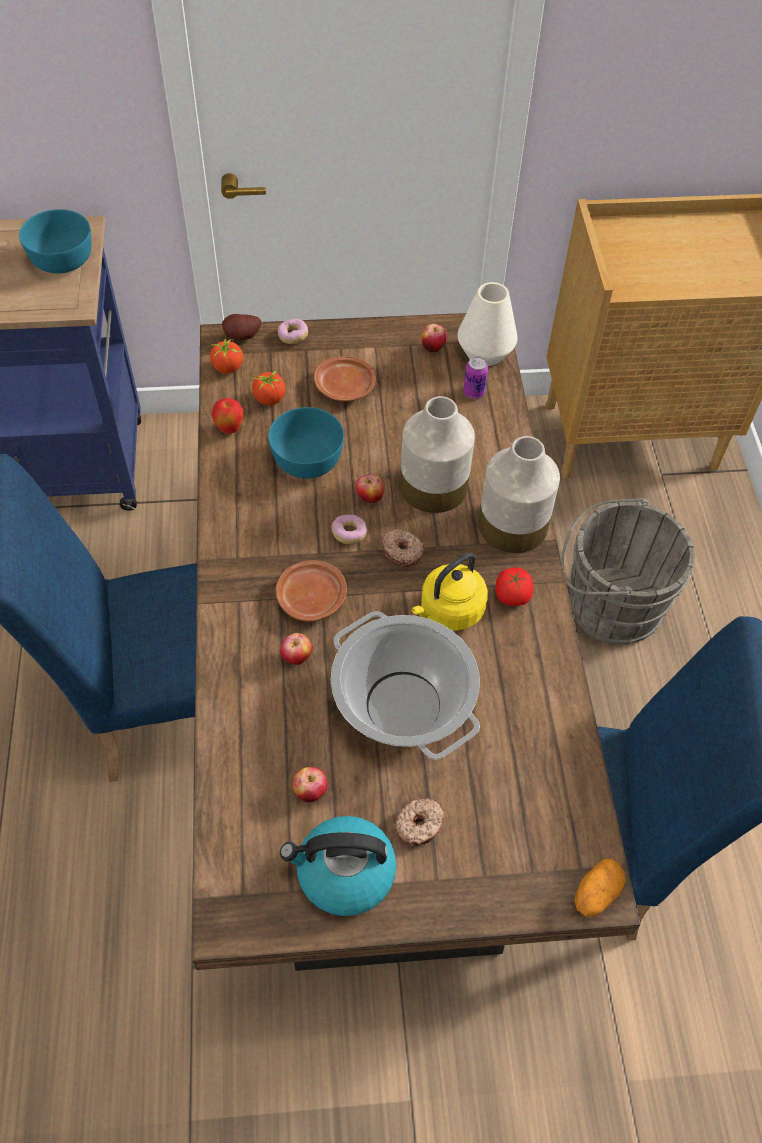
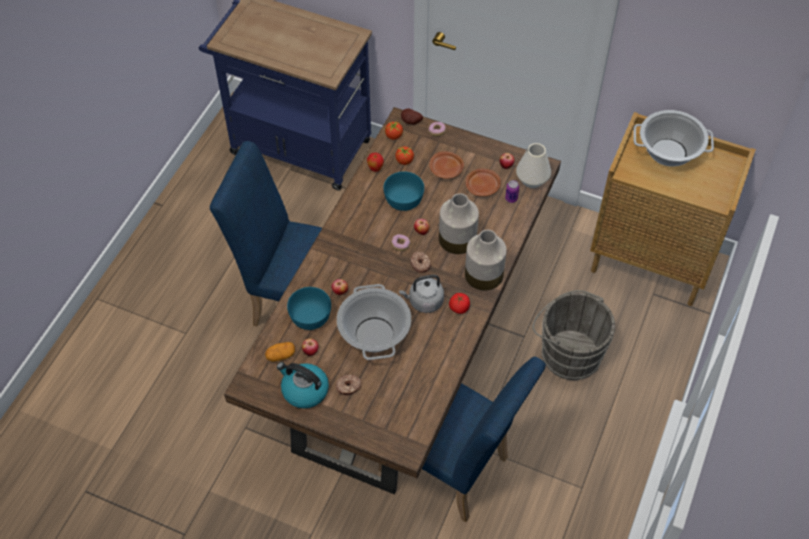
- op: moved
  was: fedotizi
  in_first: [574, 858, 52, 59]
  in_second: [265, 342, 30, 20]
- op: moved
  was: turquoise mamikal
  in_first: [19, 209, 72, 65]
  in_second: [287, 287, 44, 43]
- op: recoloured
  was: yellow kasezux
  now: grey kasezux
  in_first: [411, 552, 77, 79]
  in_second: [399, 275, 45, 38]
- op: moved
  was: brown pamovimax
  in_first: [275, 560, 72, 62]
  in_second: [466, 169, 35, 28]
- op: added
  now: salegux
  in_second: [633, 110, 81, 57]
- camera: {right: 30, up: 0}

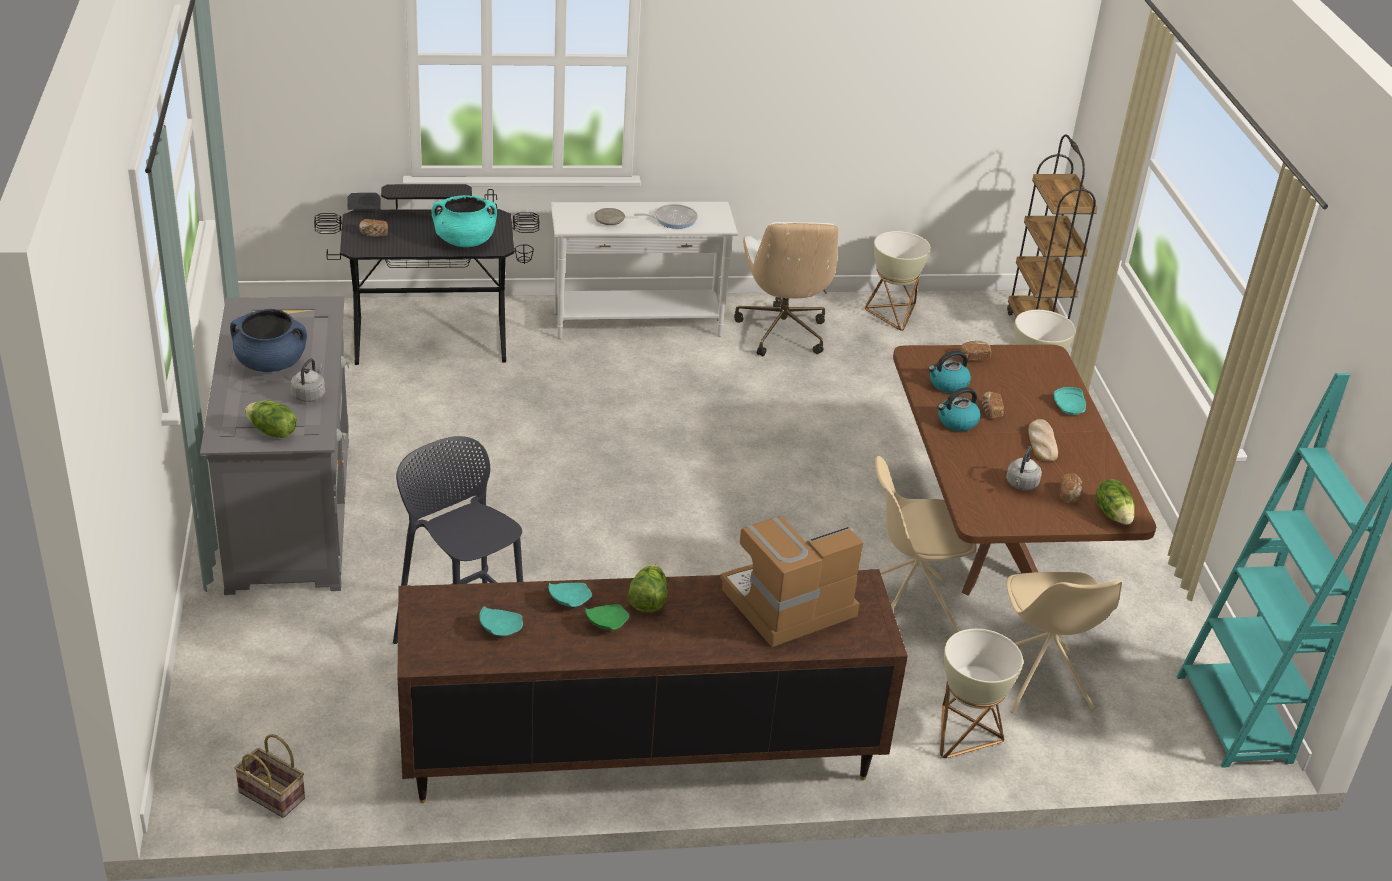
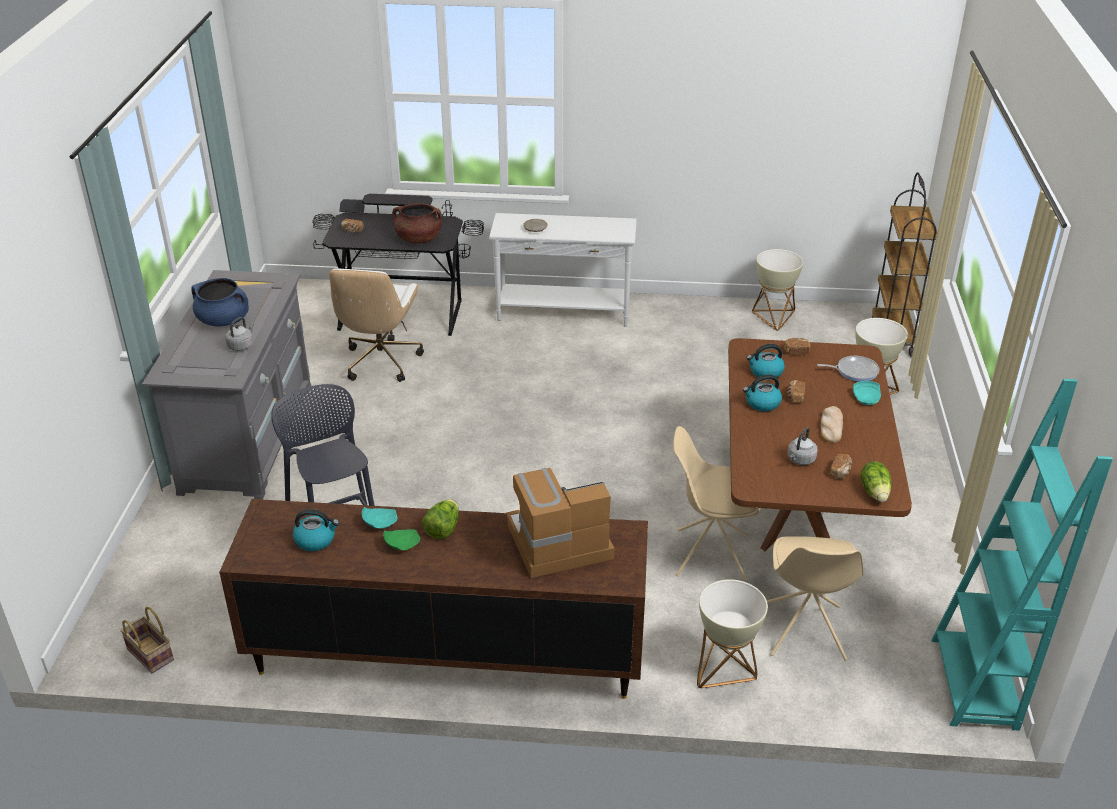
- op: replaced
  was: turquoise pamovimax
  now: kasezux
  in_first: [479, 606, 44, 30]
  in_second: [293, 509, 46, 42]
- op: moved
  was: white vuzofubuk
  in_first: [734, 222, 104, 134]
  in_second: [329, 268, 95, 114]
- op: recoloured
  was: turquoise salegux
  now: brown salegux
  in_first: [432, 195, 65, 52]
  in_second: [392, 203, 50, 40]
- op: moved
  was: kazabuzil
  in_first: [634, 204, 64, 25]
  in_second: [817, 356, 63, 26]
- op: removed
  was: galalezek
  in_first: [245, 400, 52, 38]
- camera: {right: 15, up: 0}

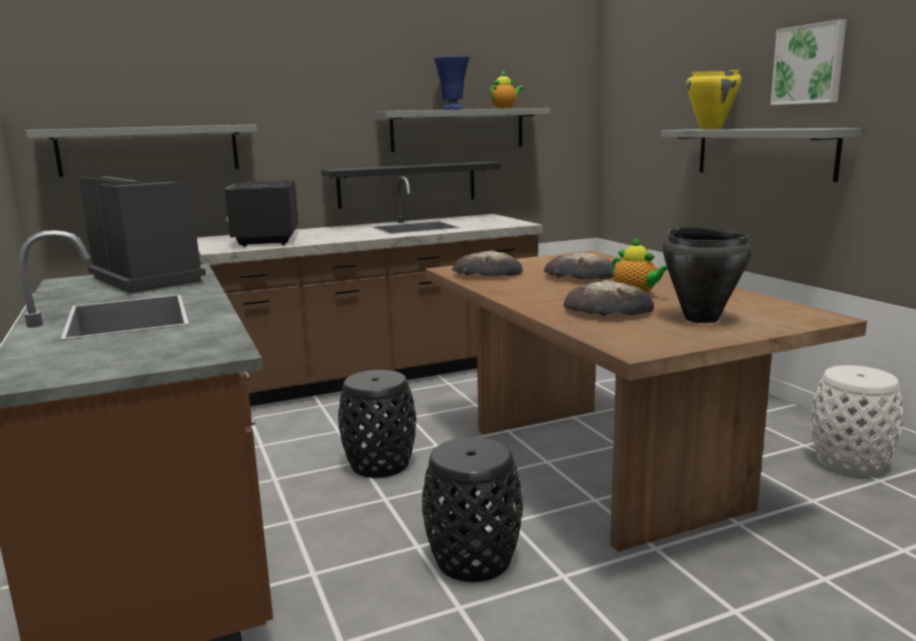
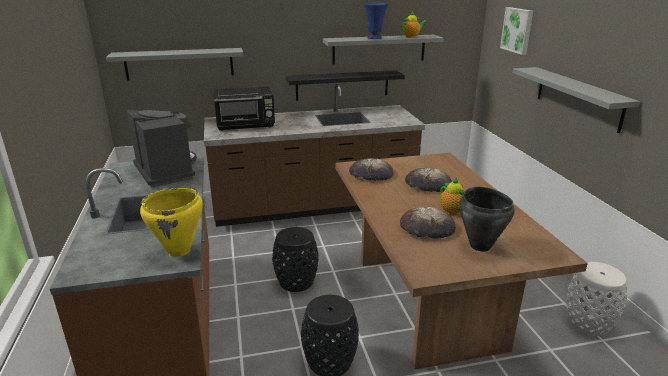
- op: moved
  was: yellow salegux
  in_first: [686, 70, 55, 59]
  in_second: [140, 188, 63, 69]
- op: turned
  was: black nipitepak
  in_first: [225, 180, 74, 67]
  in_second: [214, 87, 61, 44]
  clockwise: -105
- op: moved
  was: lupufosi
  in_first: [770, 19, 76, 86]
  in_second: [500, 7, 33, 48]
- camera: {right: 10, up: 10}

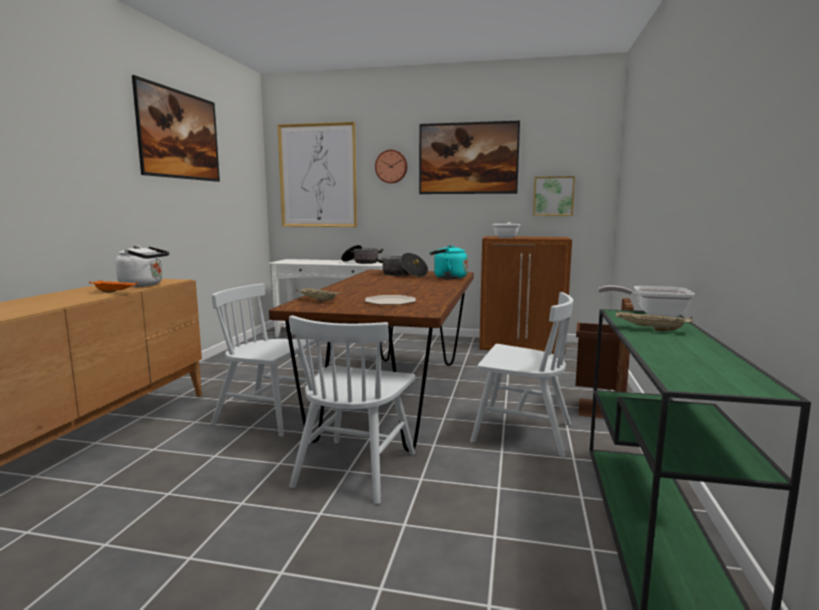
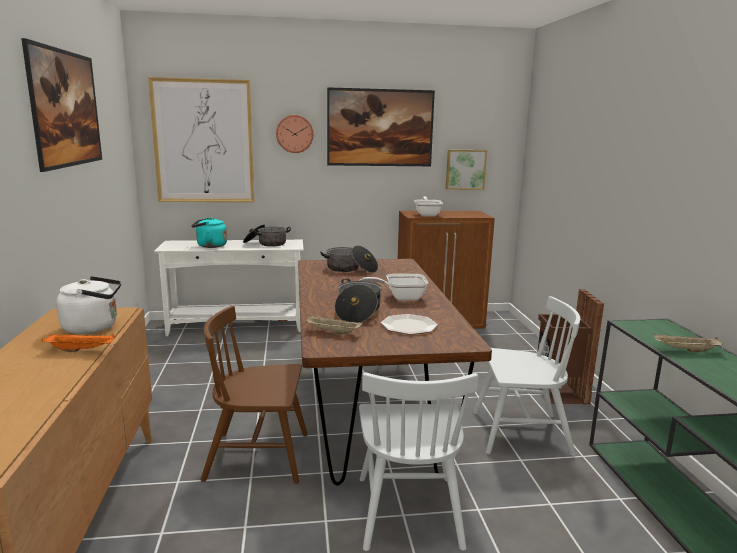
- op: moved
  was: turquoise kasezux
  in_first: [430, 245, 38, 34]
  in_second: [191, 217, 36, 31]
- op: recoloured
  was: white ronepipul
  now: brown ronepipul
  in_first: [211, 283, 110, 153]
  in_second: [201, 306, 107, 178]
- op: added
  now: salegux
  in_second: [335, 278, 47, 45]
- op: moved
  was: kazabuzil
  in_first: [598, 286, 97, 31]
  in_second: [359, 274, 69, 26]
- camera: {right: -20, up: 5}

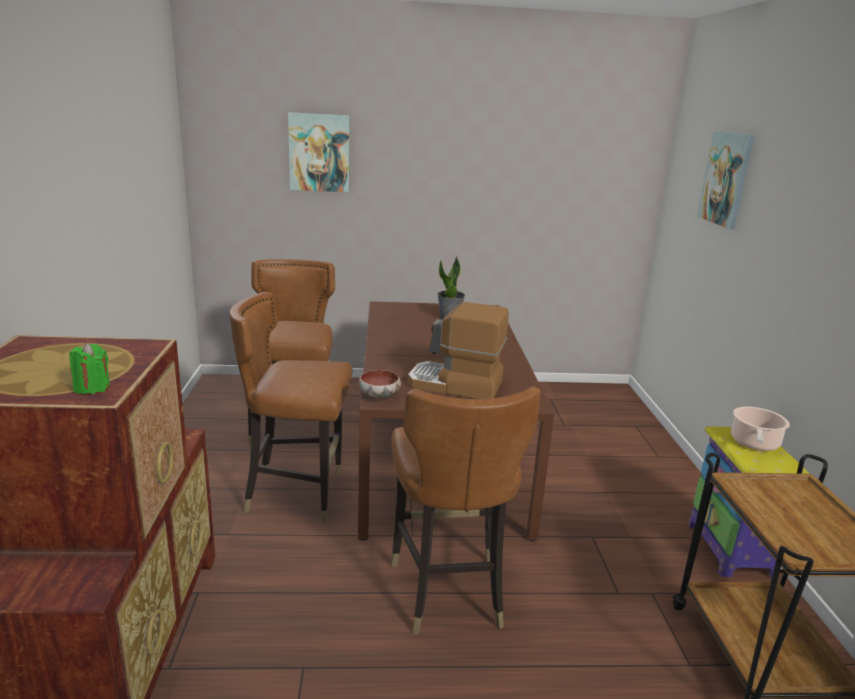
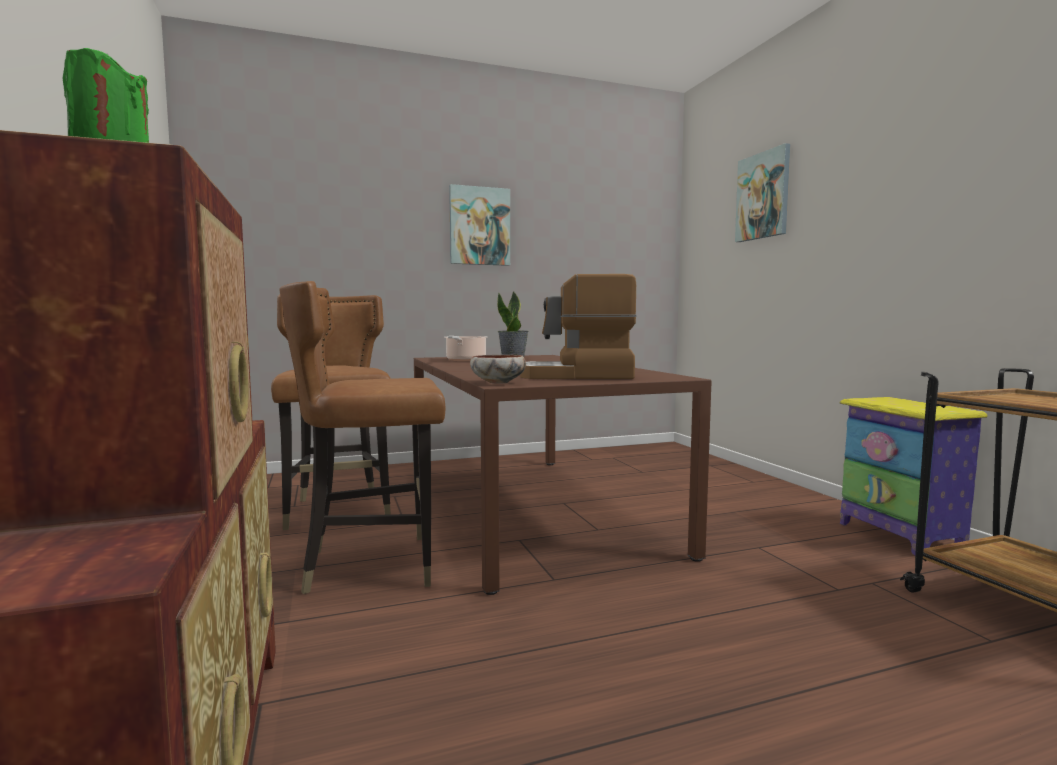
- op: moved
  was: salegux
  in_first: [731, 407, 59, 44]
  in_second: [444, 336, 44, 25]
- op: moved
  was: lupufosi
  in_first: [288, 112, 62, 80]
  in_second: [449, 184, 61, 82]
- op: removed
  was: brown ronepipul
  in_first: [392, 386, 149, 249]
- camera: {right: -15, up: -15}

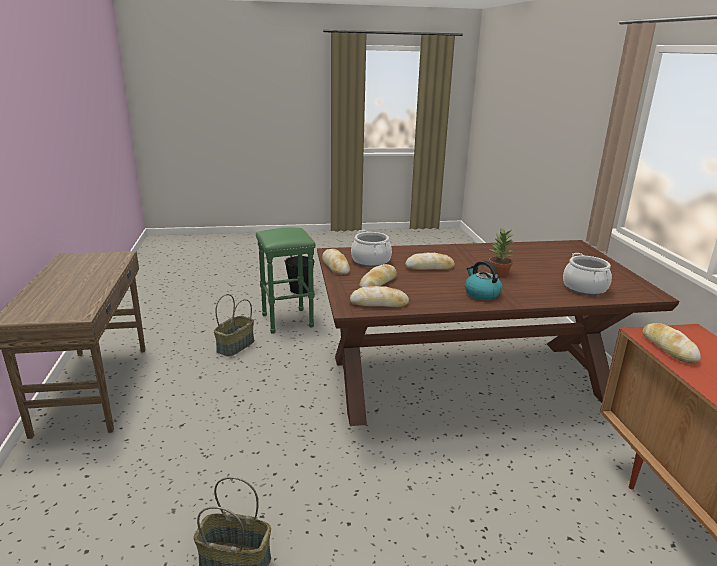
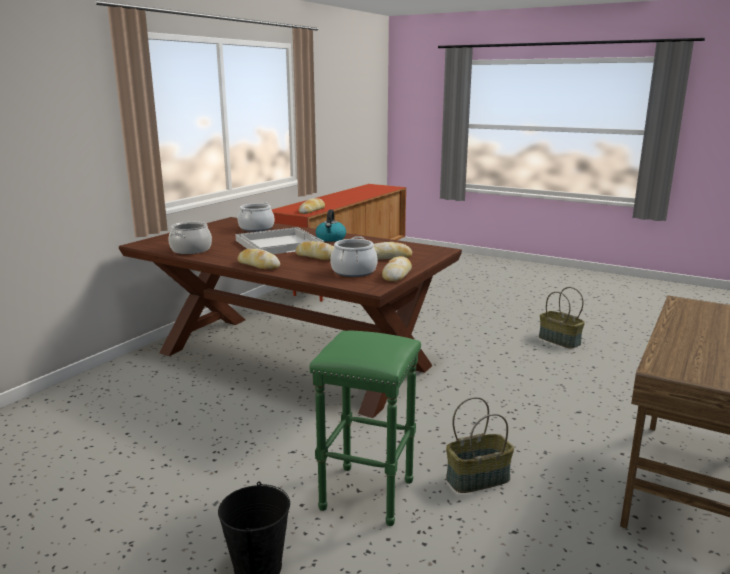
- op: added
  now: salegux
  in_second: [169, 222, 43, 32]
- op: replaced
  was: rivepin
  now: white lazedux
  in_first: [489, 227, 25, 50]
  in_second: [235, 227, 89, 27]
- op: moved
  was: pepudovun
  in_first: [350, 286, 59, 21]
  in_second: [238, 249, 42, 21]
- camera: {right: -140, up: -5}

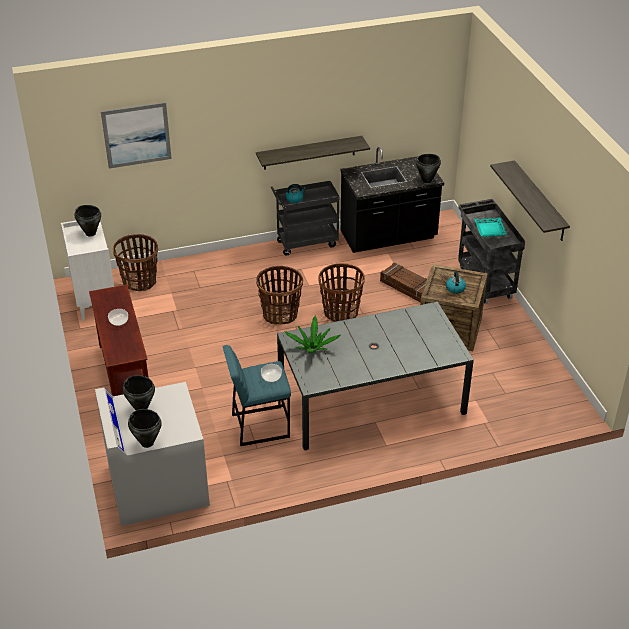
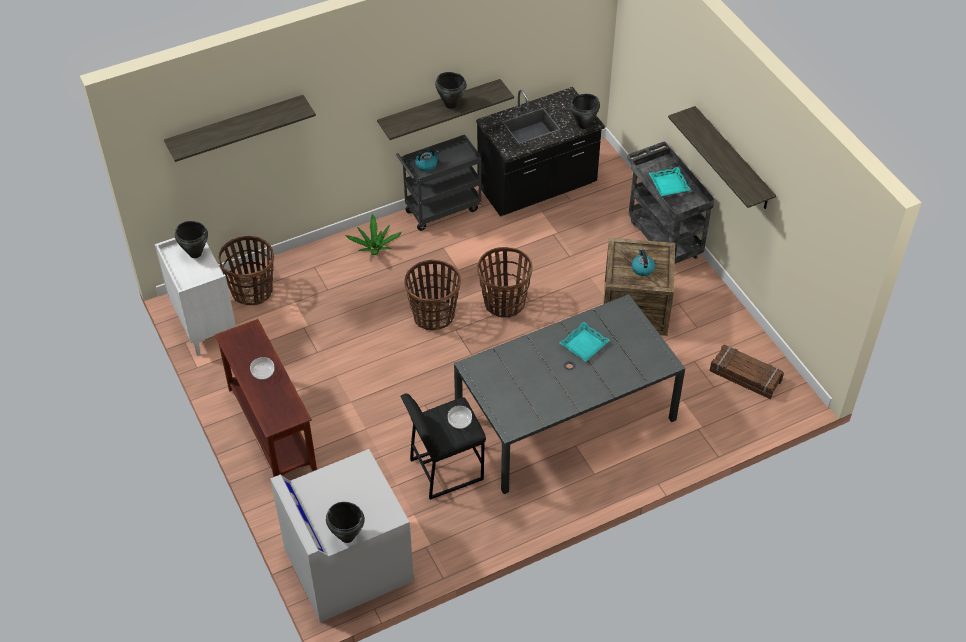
- op: replaced
  was: lupufosi
  now: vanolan
  in_first: [101, 102, 71, 67]
  in_second: [164, 95, 152, 67]
- op: moved
  was: rivepin
  in_first: [284, 316, 56, 37]
  in_second: [345, 214, 57, 41]
- op: recoloured
  was: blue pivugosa
  now: black pivugosa
  in_first: [222, 345, 69, 101]
  in_second: [400, 394, 86, 106]
- op: moved
  was: black salegux
  in_first: [123, 375, 32, 35]
  in_second: [435, 72, 31, 37]
- op: added
  now: turquoise lazedux
  in_second: [560, 322, 50, 40]
- op: moved
  was: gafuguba
  in_first: [380, 263, 47, 39]
  in_second: [710, 345, 74, 54]
- camera: {right: -10, up: 10}

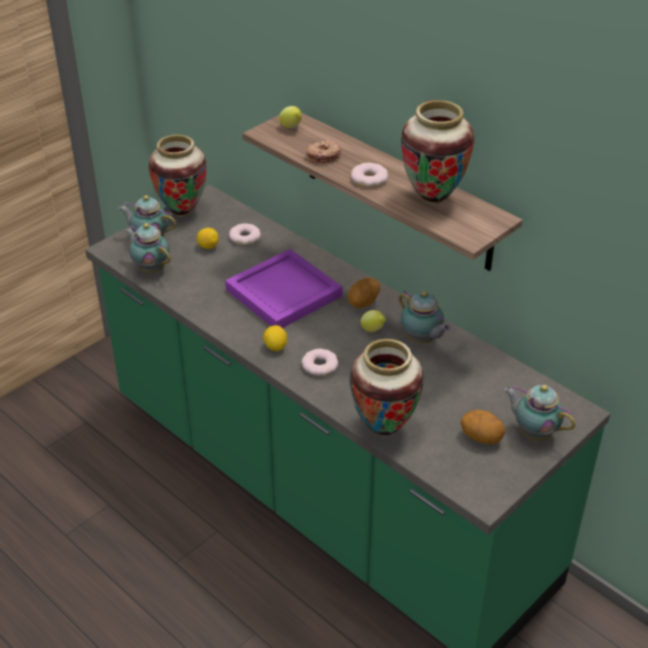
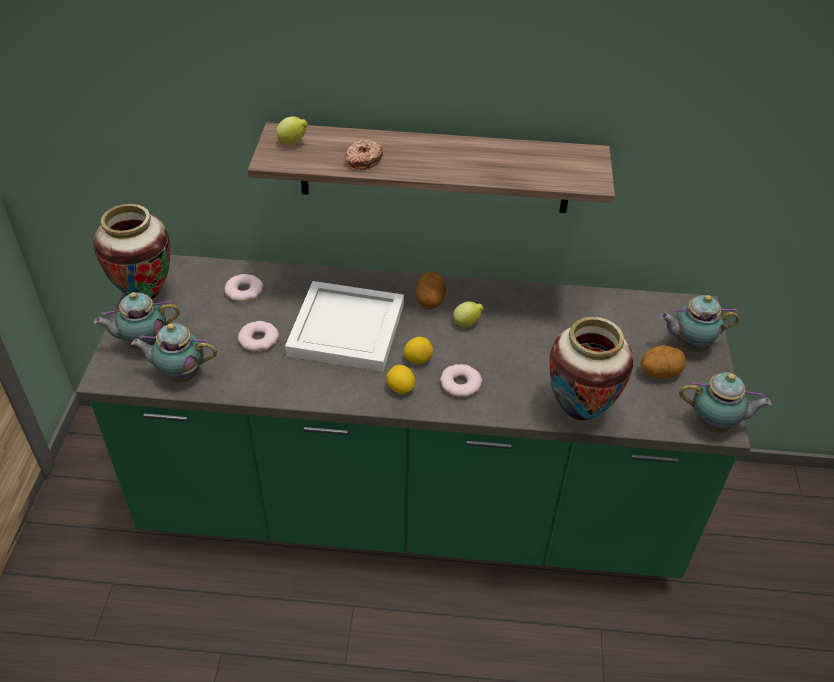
- op: moved
  was: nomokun
  in_first: [351, 163, 37, 24]
  in_second: [238, 321, 41, 31]
- op: recoloured
  was: purple lazedux
  now: white lazedux
  in_first: [225, 249, 118, 79]
  in_second: [285, 281, 119, 91]
- op: moved
  was: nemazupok
  in_first: [197, 228, 22, 21]
  in_second: [404, 337, 29, 27]
- op: moved
  was: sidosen
  in_first: [399, 290, 52, 53]
  in_second: [679, 372, 93, 61]
- op: removed
  was: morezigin
  in_first: [401, 100, 73, 104]
- camera: {right: -40, up: 5}

